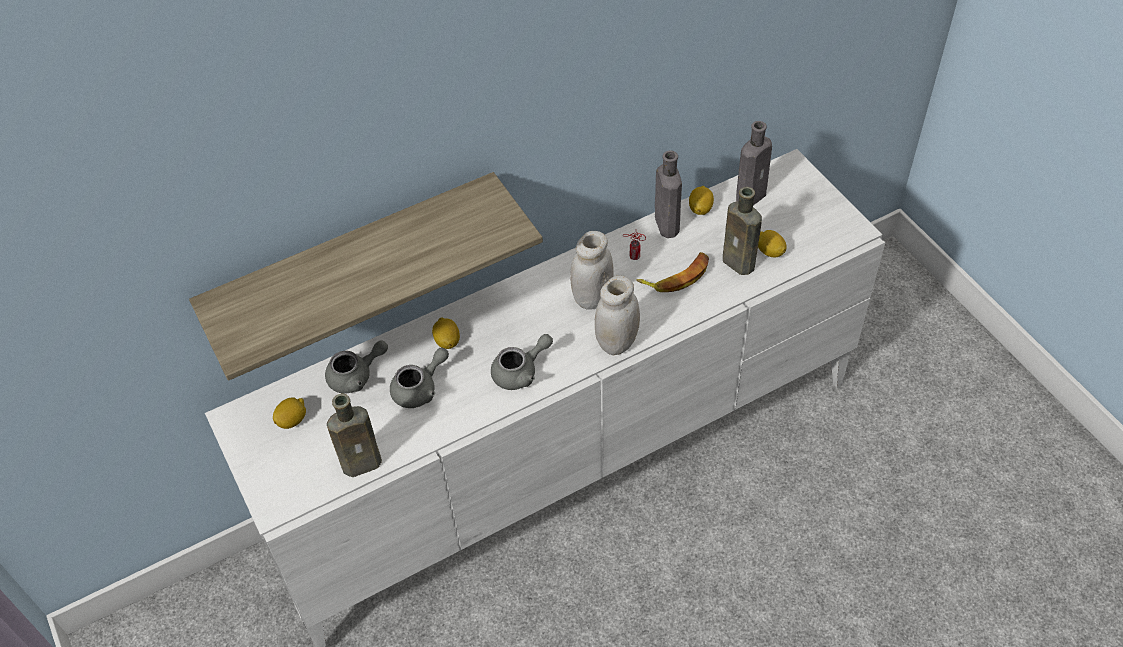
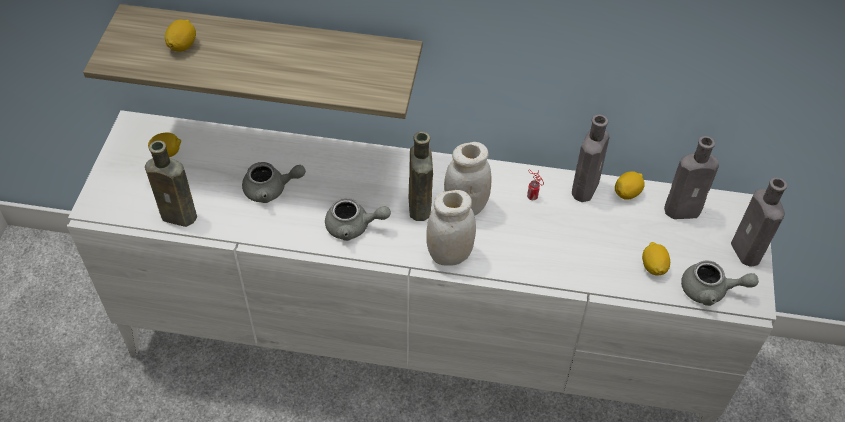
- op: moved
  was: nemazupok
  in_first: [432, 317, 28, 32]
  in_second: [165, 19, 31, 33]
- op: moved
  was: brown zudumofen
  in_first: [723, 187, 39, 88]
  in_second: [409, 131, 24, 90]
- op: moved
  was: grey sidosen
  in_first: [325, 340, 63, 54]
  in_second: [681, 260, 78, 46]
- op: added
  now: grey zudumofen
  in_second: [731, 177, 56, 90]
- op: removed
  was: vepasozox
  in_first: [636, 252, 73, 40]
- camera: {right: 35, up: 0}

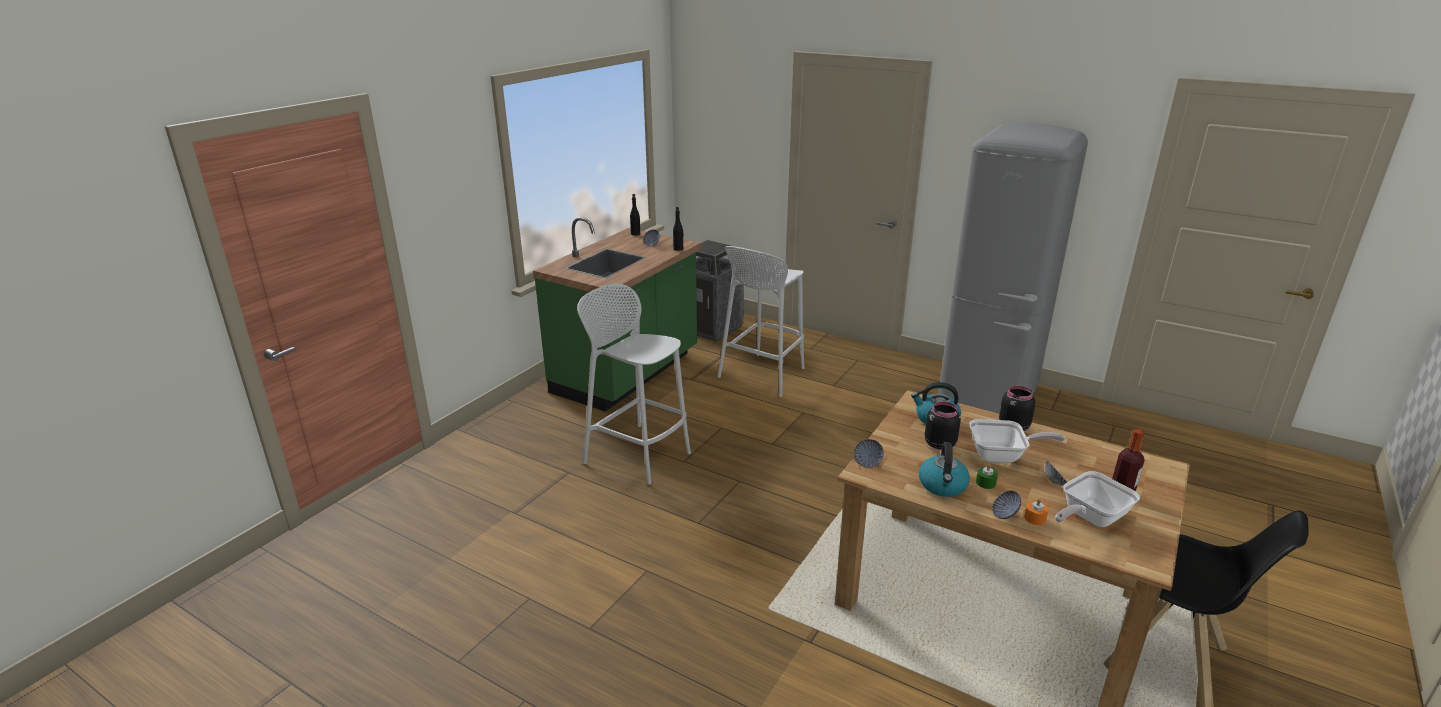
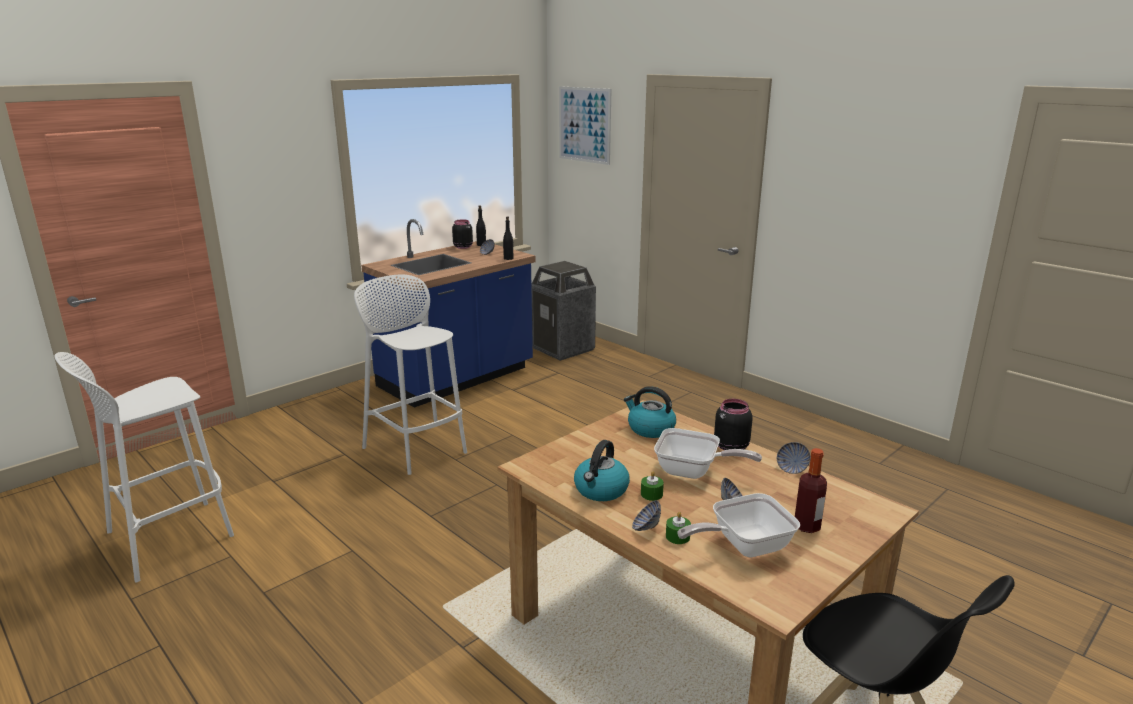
- op: moved
  was: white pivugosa
  in_first: [717, 246, 87, 151]
  in_second: [54, 352, 180, 230]
- op: recoloured
  was: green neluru
  now: blue neluru
  in_first: [533, 217, 168, 195]
  in_second: [361, 219, 175, 189]
- op: moved
  was: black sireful
  in_first: [925, 402, 36, 48]
  in_second: [452, 219, 21, 30]
- op: added
  now: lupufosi
  in_second: [559, 86, 52, 79]
- op: recoloured
  was: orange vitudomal
  now: green vitudomal
  in_first: [1024, 498, 25, 27]
  in_second: [666, 512, 25, 32]
- op: moved
  was: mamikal
  in_first: [854, 439, 30, 29]
  in_second: [777, 442, 34, 32]
- op: removed
  was: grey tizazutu
  in_first: [938, 123, 150, 290]
- camera: {right: 15, up: -5}

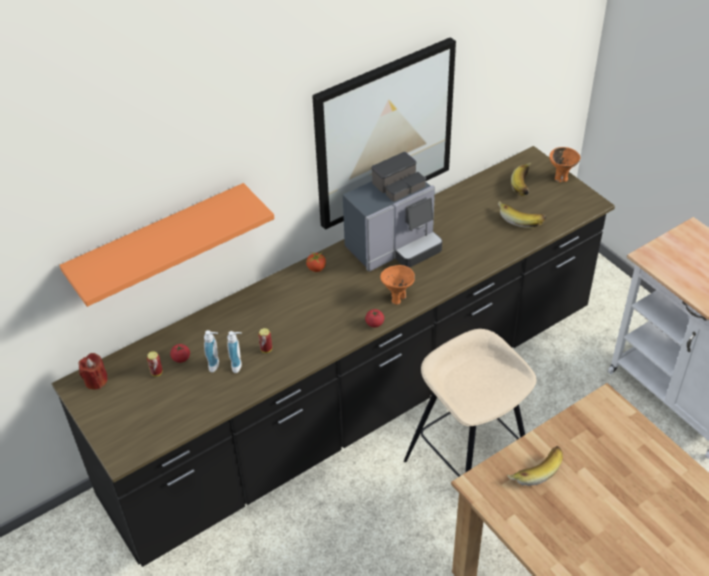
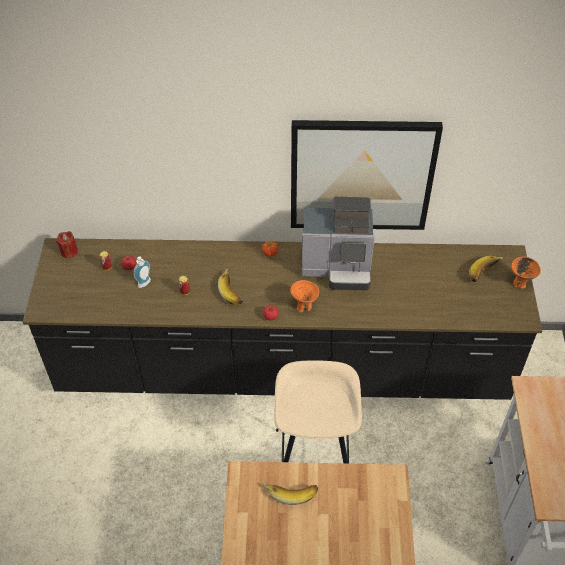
- op: moved
  was: vepasozox
  in_first: [498, 201, 48, 27]
  in_second: [218, 269, 25, 36]
- op: removed
  was: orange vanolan
  in_first: [59, 183, 215, 124]
- op: removed
  was: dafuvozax
  in_first: [227, 331, 15, 42]
- camera: {right: 35, up: 5}

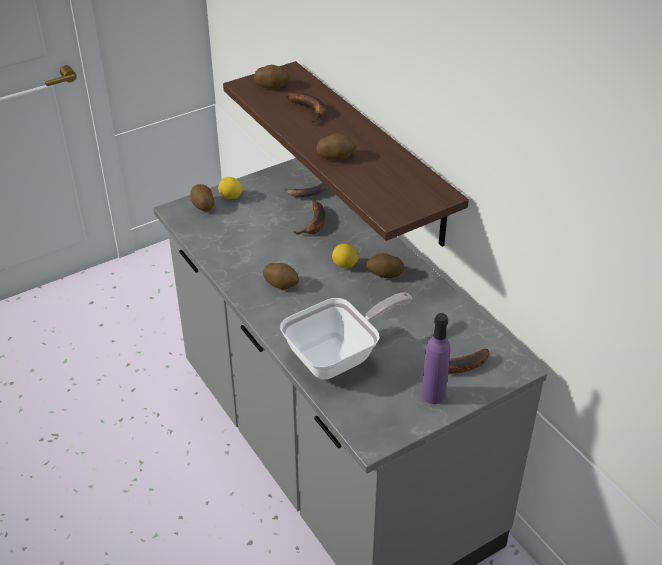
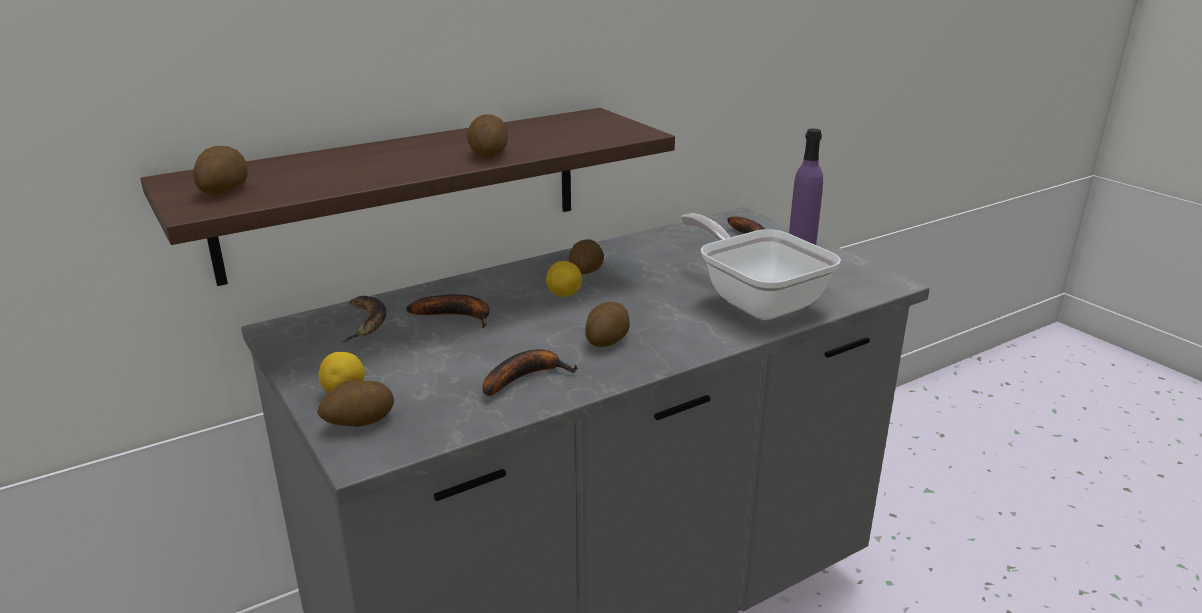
- op: moved
  was: vepasozox
  in_first: [286, 92, 40, 31]
  in_second: [482, 349, 96, 47]
- camera: {right: -90, up: -15}

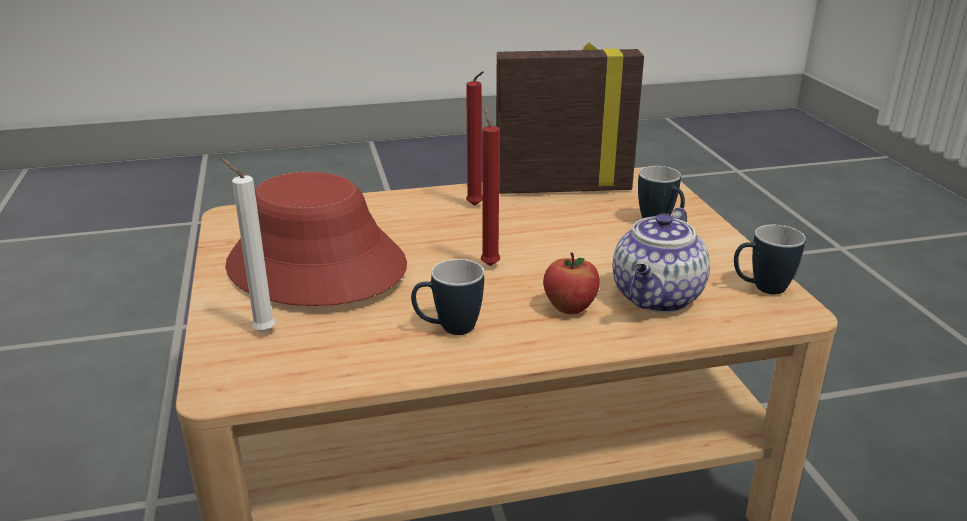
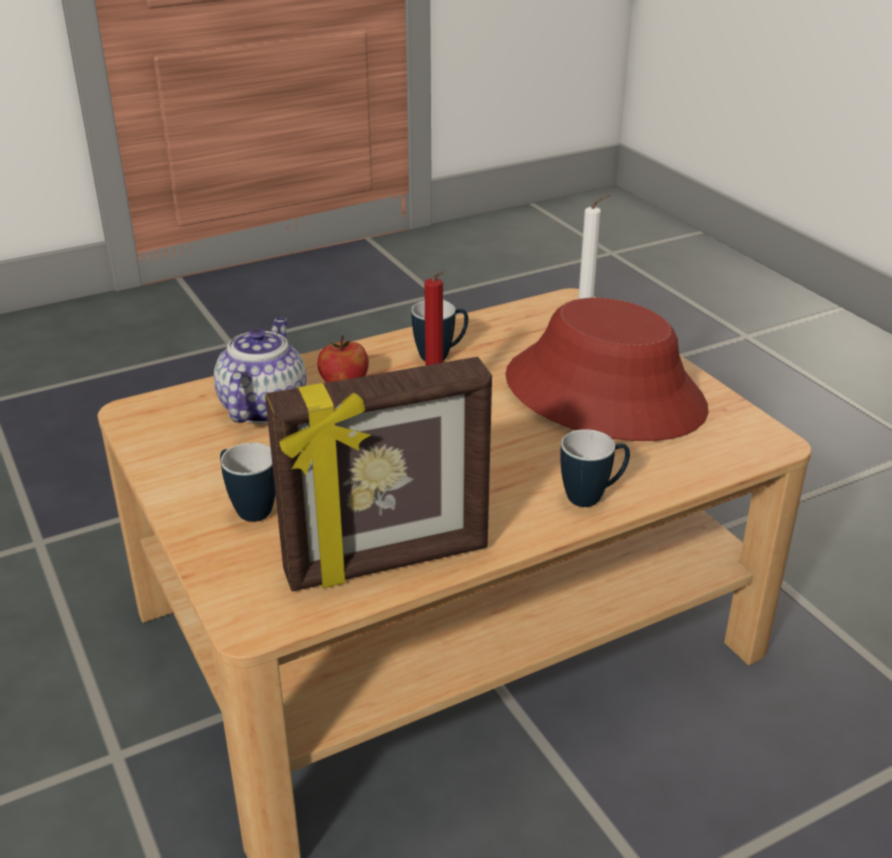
- op: moved
  was: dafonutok
  in_first: [734, 225, 72, 70]
  in_second: [560, 429, 70, 78]
- op: removed
  was: red vitudomal
  in_first: [466, 71, 18, 135]
- camera: {right: 165, up: 5}

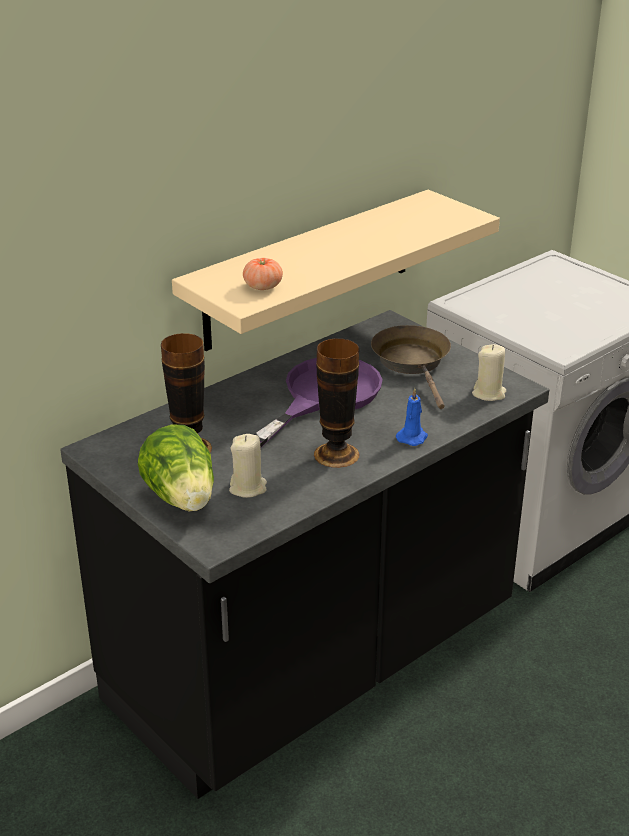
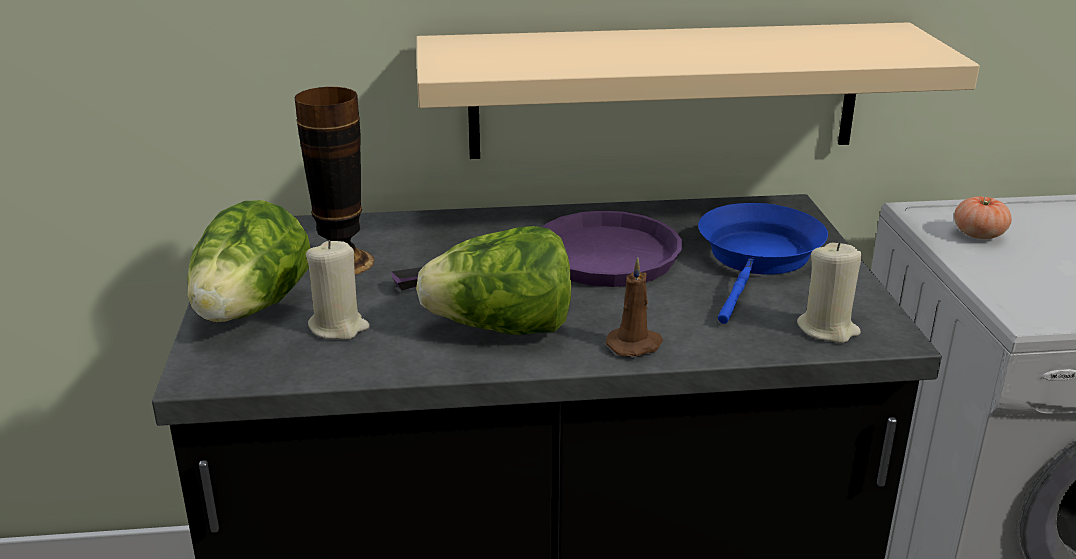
- op: replaced
  was: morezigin
  now: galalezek
  in_first: [314, 338, 46, 130]
  in_second: [416, 226, 155, 109]
- op: recoloured
  was: blue vitudomal
  now: brown vitudomal
  in_first: [396, 388, 32, 58]
  in_second: [606, 257, 57, 100]
- op: recoloured
  was: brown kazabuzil
  now: blue kazabuzil
  in_first: [371, 325, 80, 84]
  in_second: [698, 203, 130, 121]
- op: moved
  was: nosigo
  in_first: [243, 258, 40, 32]
  in_second: [954, 196, 58, 43]
- camera: {right: 35, up: -5}

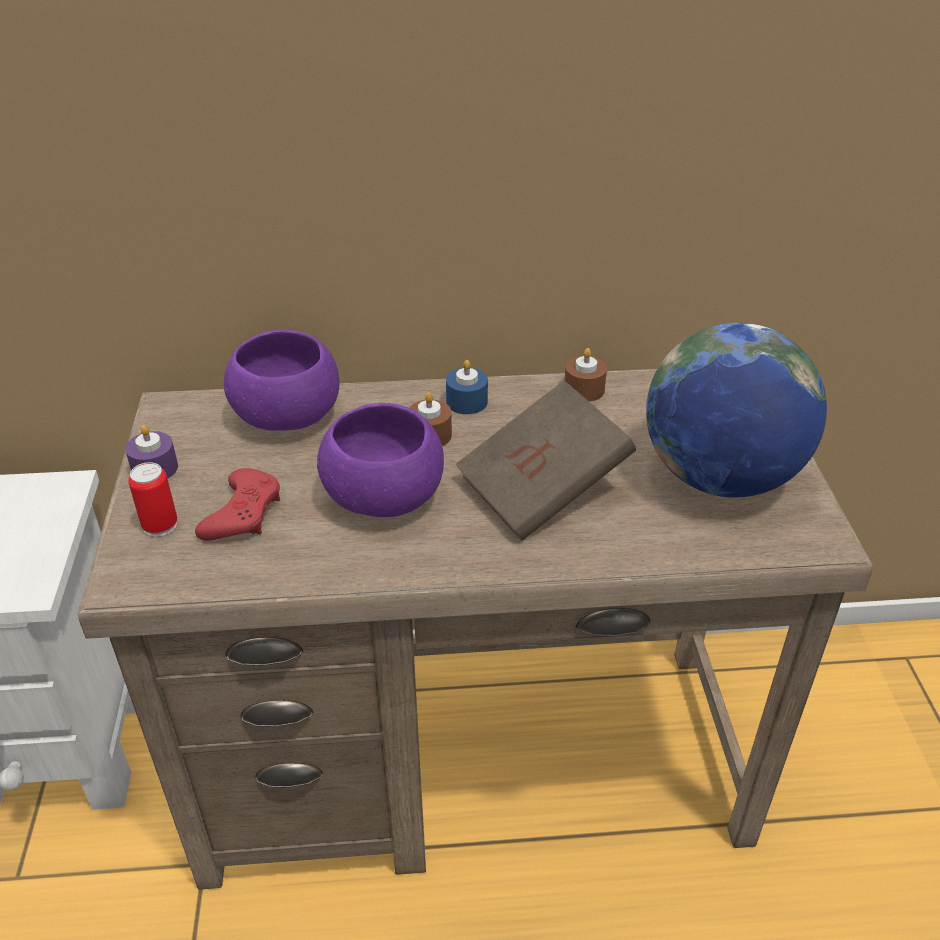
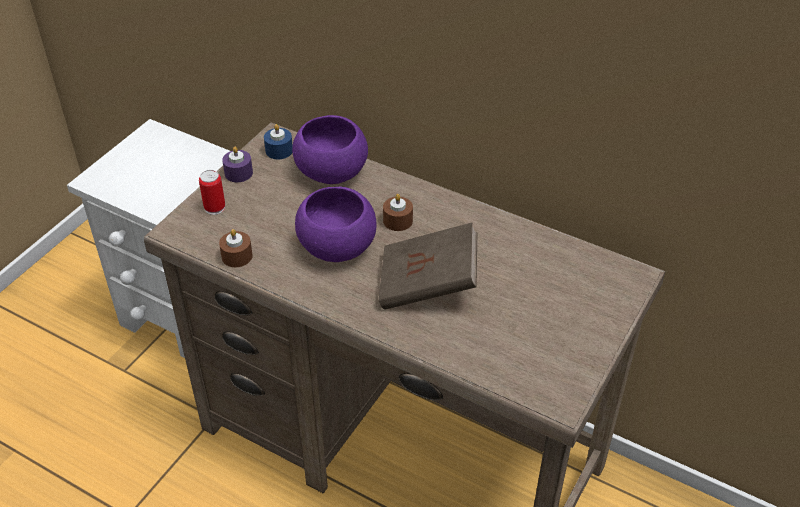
- op: moved
  was: brown vitudomal
  in_first: [564, 348, 43, 54]
  in_second: [219, 229, 34, 38]
- op: moved
  was: blue vitudomal
  in_first: [446, 360, 42, 54]
  in_second: [264, 124, 29, 35]
- op: removed
  was: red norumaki
  in_first: [195, 468, 85, 73]
- op: removed
  was: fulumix
  in_first: [646, 323, 181, 175]
- camera: {right: 35, up: 5}

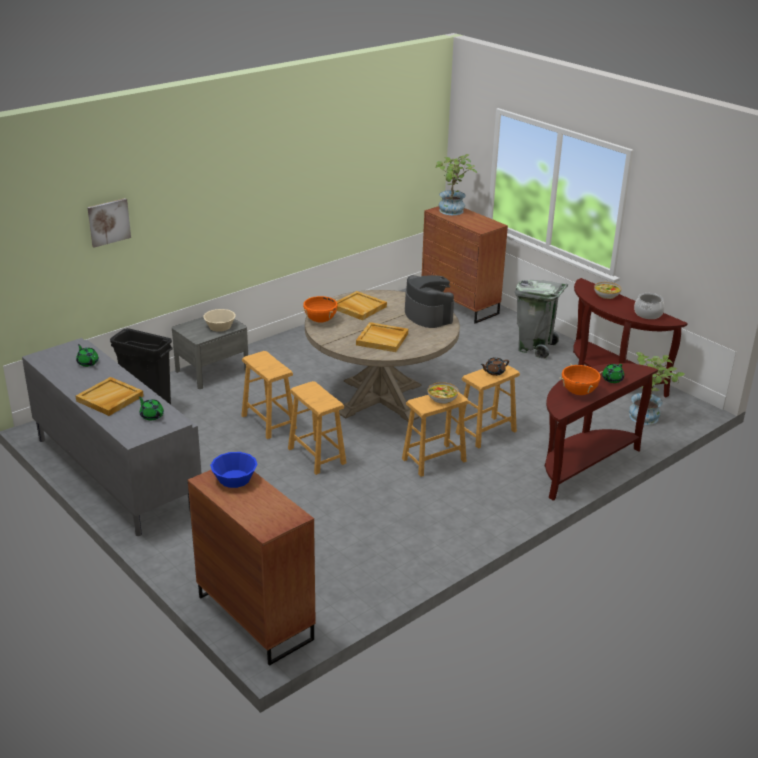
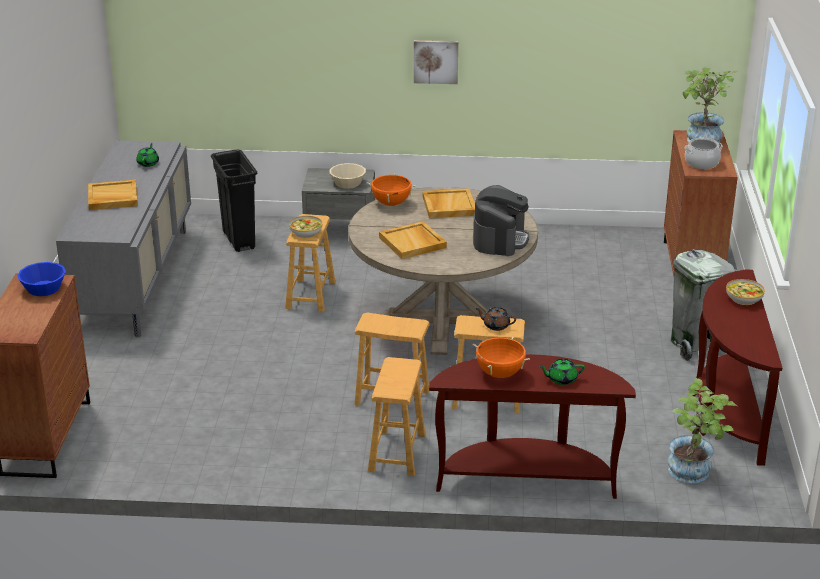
- op: moved
  was: mamikal
  in_first: [428, 382, 30, 22]
  in_second: [289, 216, 34, 22]
- op: moved
  was: brown pivugosa
  in_first: [288, 381, 58, 94]
  in_second: [368, 357, 58, 119]
- op: moved
  was: lupufosi
  in_first: [87, 198, 44, 50]
  in_second: [414, 40, 44, 44]
- op: moved
  was: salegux
  in_first: [634, 293, 31, 26]
  in_second: [684, 138, 39, 31]
- op: removed
  was: green sidosen
  in_first: [139, 396, 25, 24]
- camera: {right: 45, up: 0}

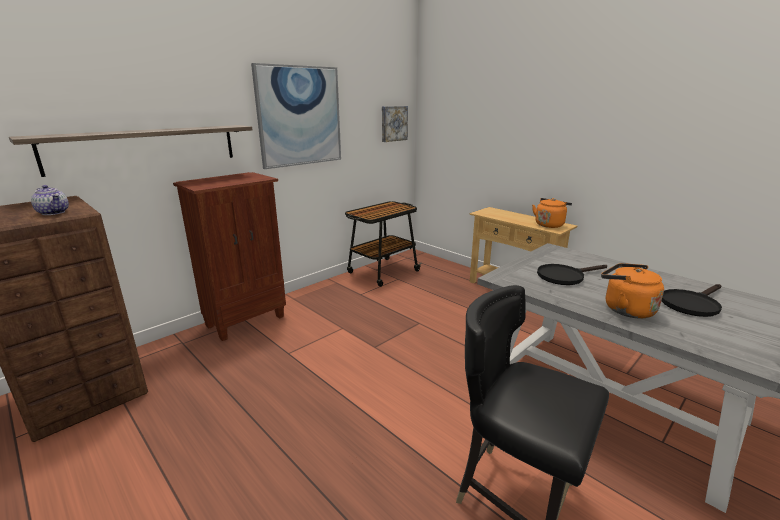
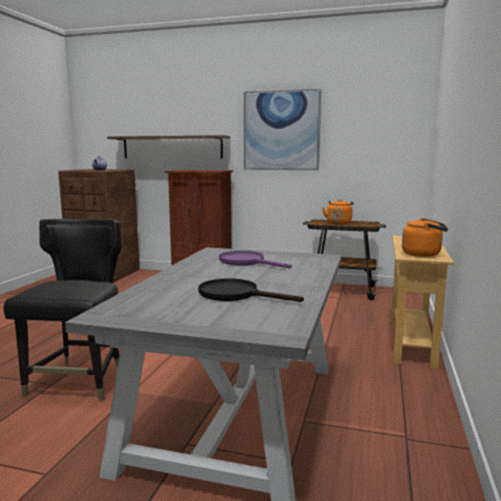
- op: recoloured
  was: black kazabuzil
  now: purple kazabuzil
  in_first: [537, 264, 70, 21]
  in_second: [219, 251, 73, 18]
- op: moved
  was: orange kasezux
  in_first: [601, 263, 63, 55]
  in_second: [322, 199, 32, 26]
- op: removed
  was: lupufosi
  in_first: [382, 106, 26, 36]
- camera: {right: 60, up: -10}

